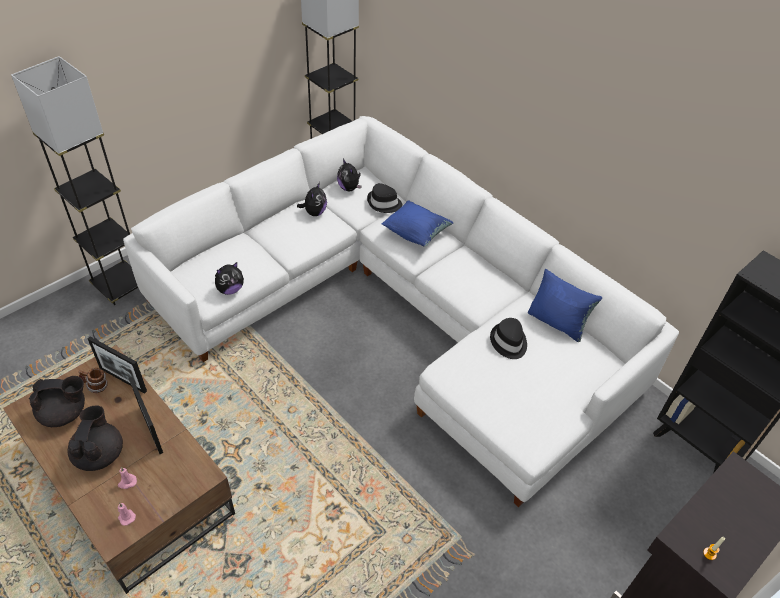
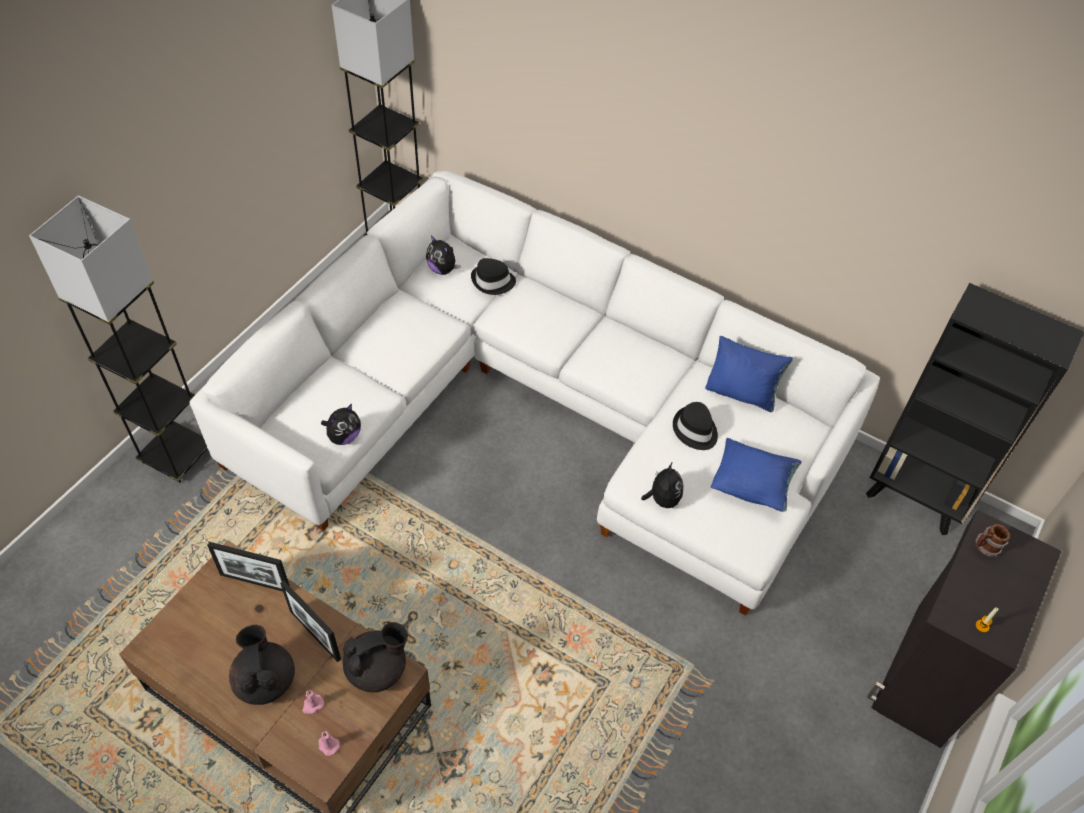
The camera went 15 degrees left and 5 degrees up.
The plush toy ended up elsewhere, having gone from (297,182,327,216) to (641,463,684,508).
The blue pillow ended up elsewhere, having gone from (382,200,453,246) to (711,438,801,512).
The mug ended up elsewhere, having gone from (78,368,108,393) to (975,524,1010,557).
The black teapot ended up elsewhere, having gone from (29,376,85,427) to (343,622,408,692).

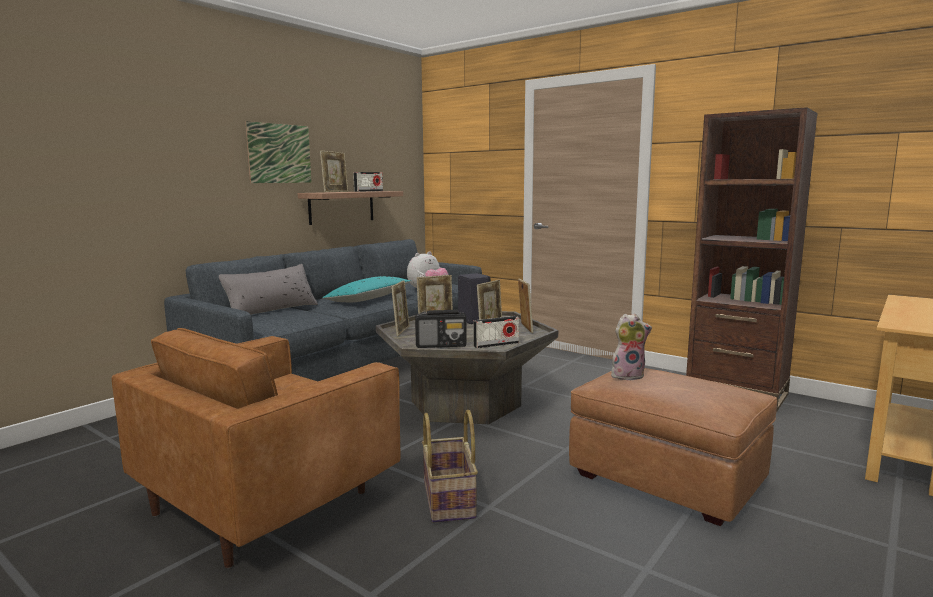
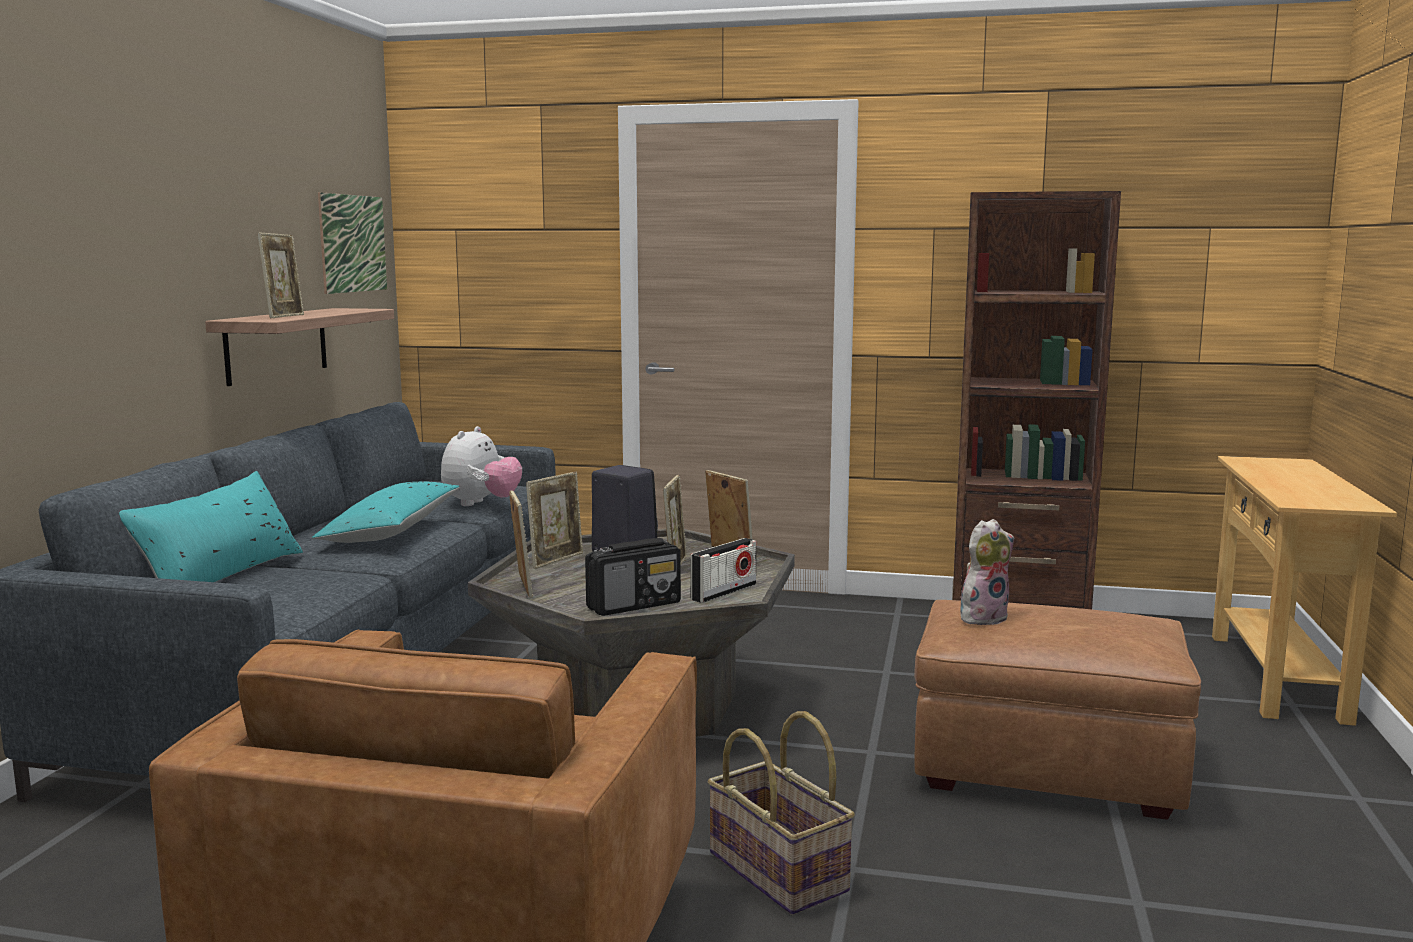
The camera went 25 degrees left and 0 degrees up.
The picture ended up elsewhere, having gone from (245,121,312,183) to (318,192,387,294).
The second view lost the radio at (353,172,383,192).
What was the grey pillow at (219,264,318,315) turned into the turquoise pillow at (119,471,303,582).

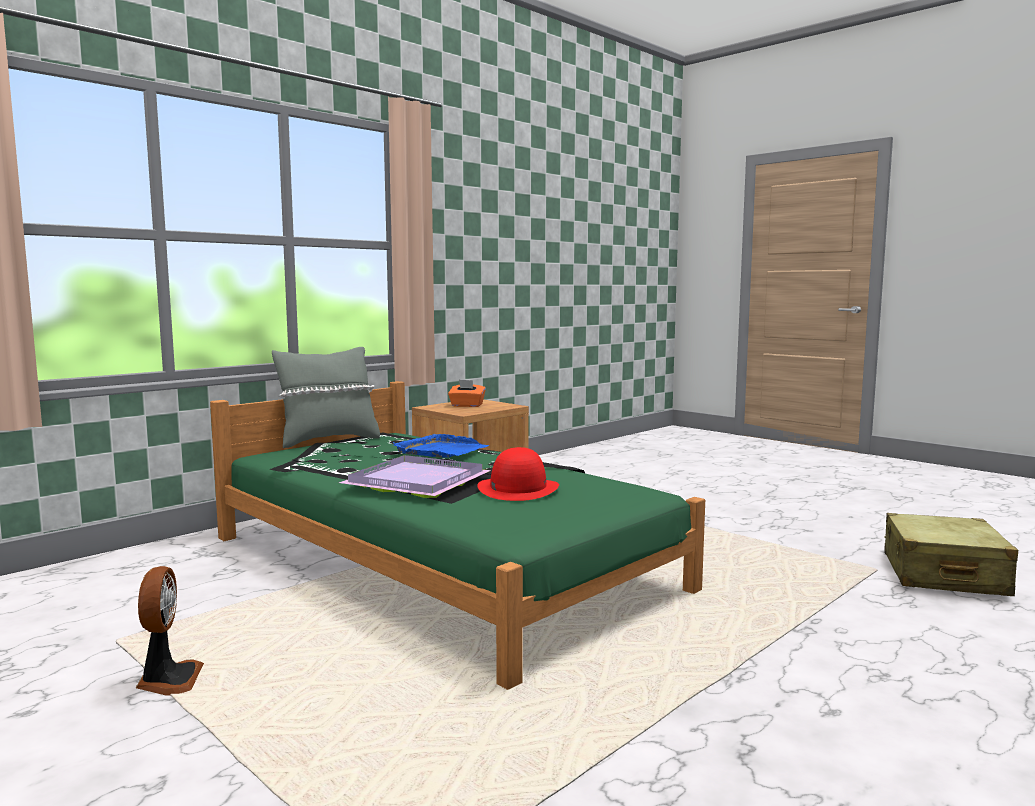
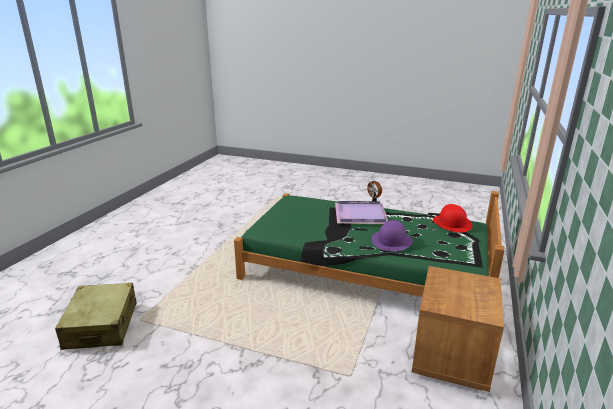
The camera went 155 degrees right and 15 degrees up.
The second view lost the grey pillow at (272,347,380,448).
The second view lost the orange tissue box at (448,380,486,407).
Where the blue tray stood at (393,434,489,458), the purple hat came to stand at (371,220,413,252).
The red hat ended up elsewhere, having gone from (477,447,559,501) to (433,204,473,232).

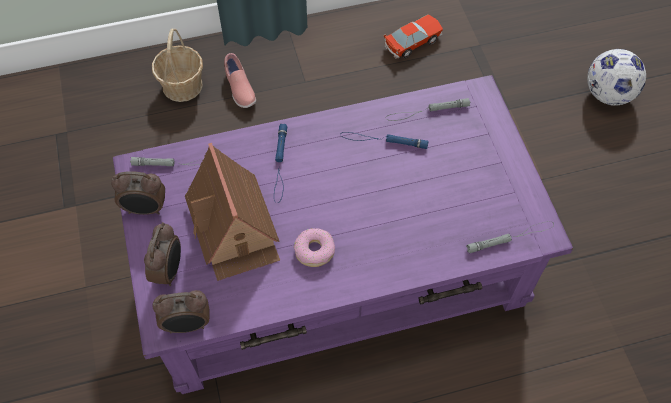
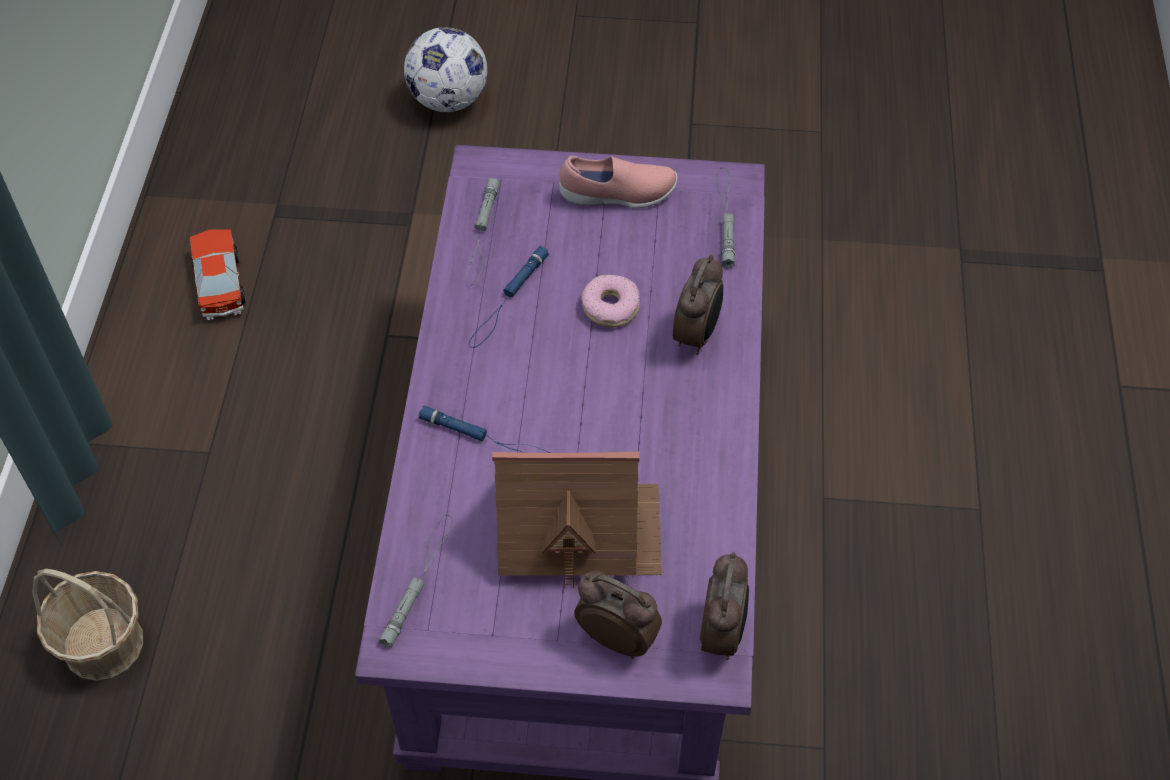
The camera went 70 degrees left and 5 degrees down.
The pink shoe ended up elsewhere, having gone from (224,53,256,108) to (559,156,677,208).
The alarm clock ended up elsewhere, having gone from (111,172,165,215) to (673,255,724,355).
The donut ended up elsewhere, having gone from (294,228,335,267) to (582,274,640,327).

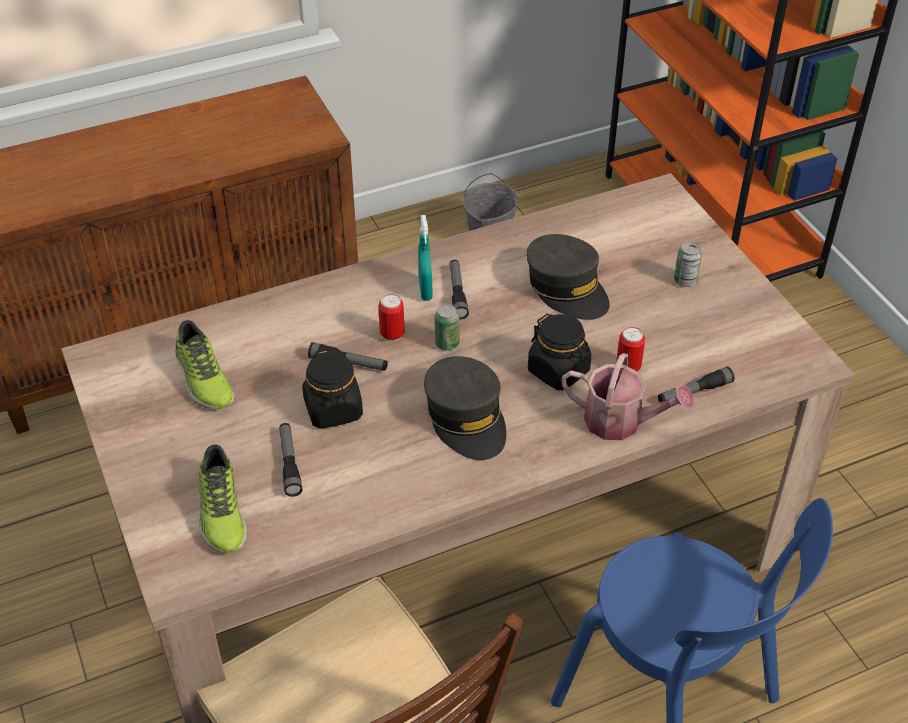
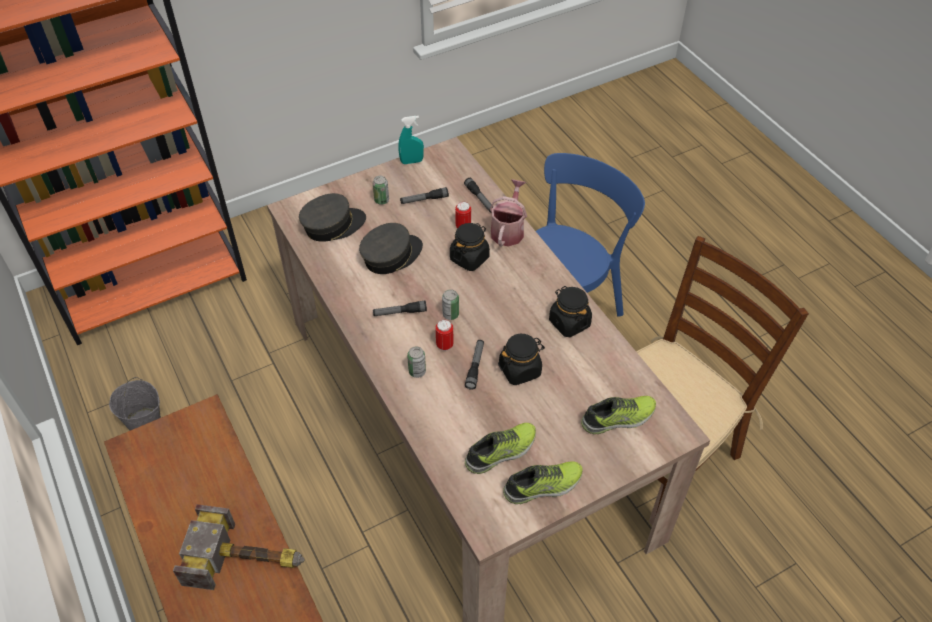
The camera went 95 degrees left and 5 degrees up.
The turquoise spray bottle ended up elsewhere, having gone from (418,215,433,301) to (398,116,424,164).
The grey cap ended up elsewhere, having gone from (424,356,506,460) to (299,193,366,242).
The flashlight ended up elsewhere, having gone from (279,423,302,497) to (400,187,449,204).
The second view gained the black jar at (549,286,592,337).
The second view gained the can at (407,346,426,378).
The second view gained the shoe at (503,461,583,504).
The second view gained the hammer at (173,504,305,590).

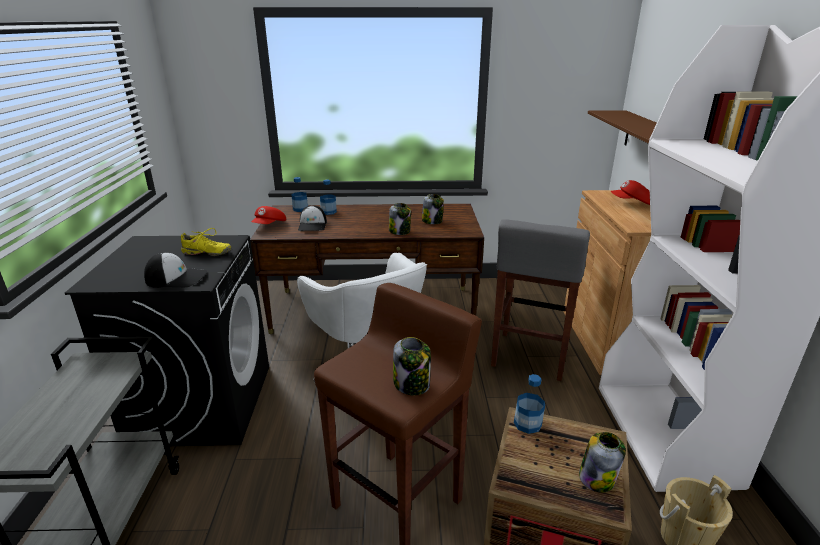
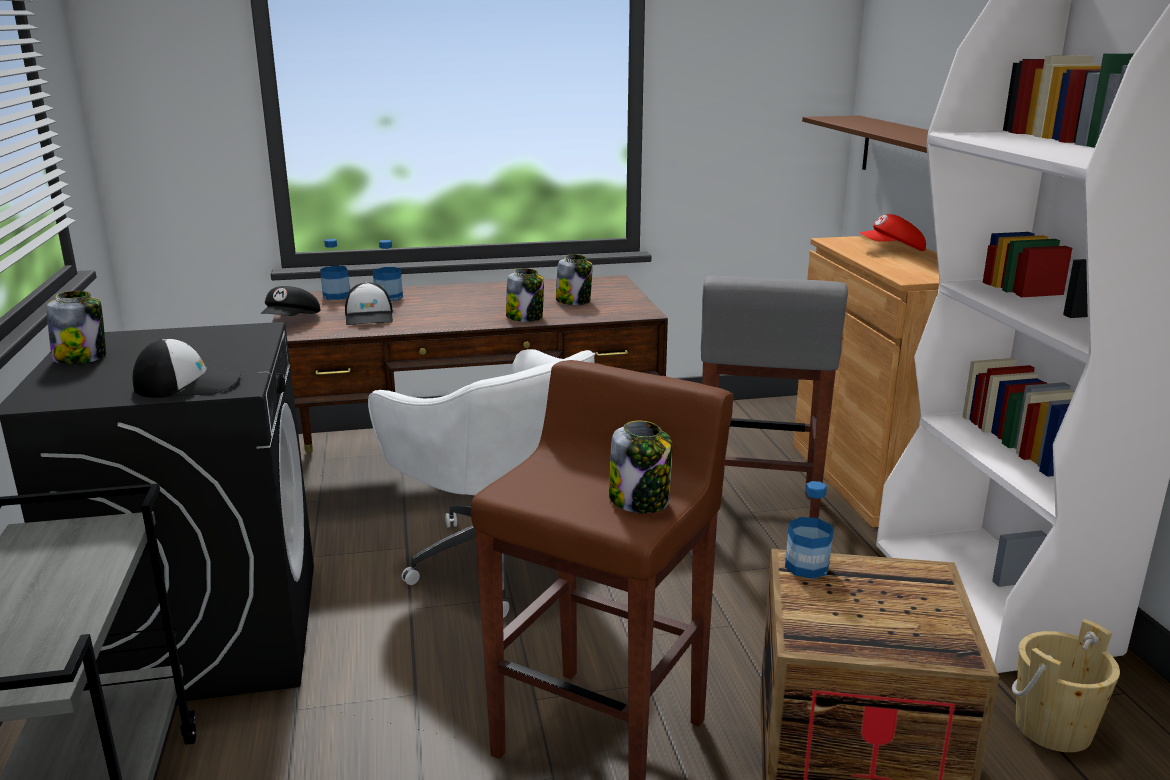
The camera went 10 degrees left and 5 degrees down.
What was the red cap at (251,206,286,224) turned into the black cap at (261,286,321,316).
The second view lost the yellow shoe at (181,228,232,256).
The jar ended up elsewhere, having gone from (579,432,626,493) to (47,291,106,364).

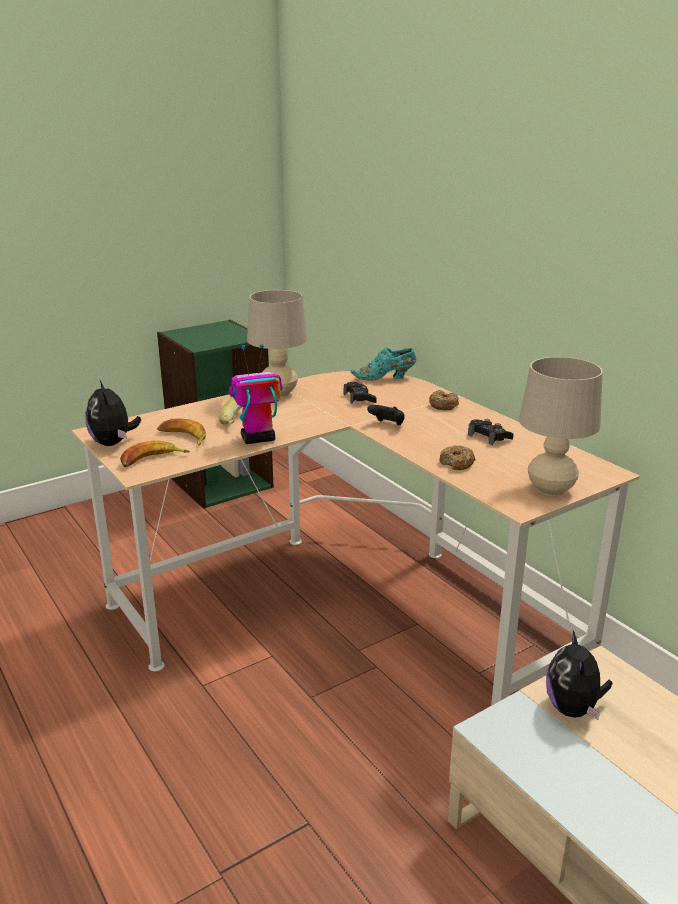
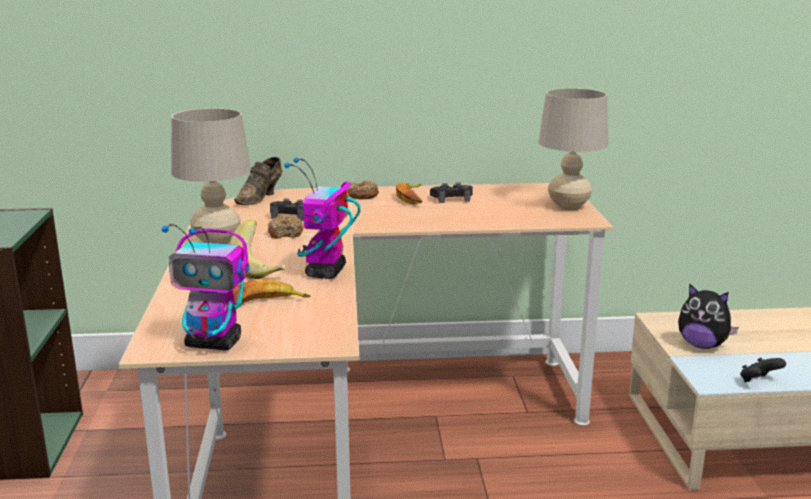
The camera went 60 degrees left and 5 degrees down.
What was the turquoise shoe at (350,347,416,381) turned into the brown shoe at (234,157,282,205).
Where the plush toy stood at (86,379,141,446), the toy robot came to stand at (162,224,249,350).
The black game controller ended up elsewhere, having gone from (367,405,405,425) to (740,358,786,382).
The banana ended up elsewhere, having gone from (120,440,190,467) to (396,183,422,205).
The donut ended up elsewhere, having gone from (439,445,476,470) to (268,216,304,239).

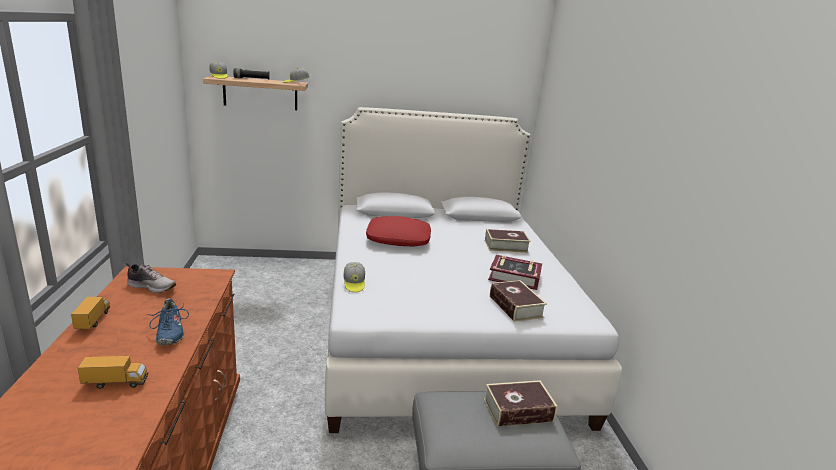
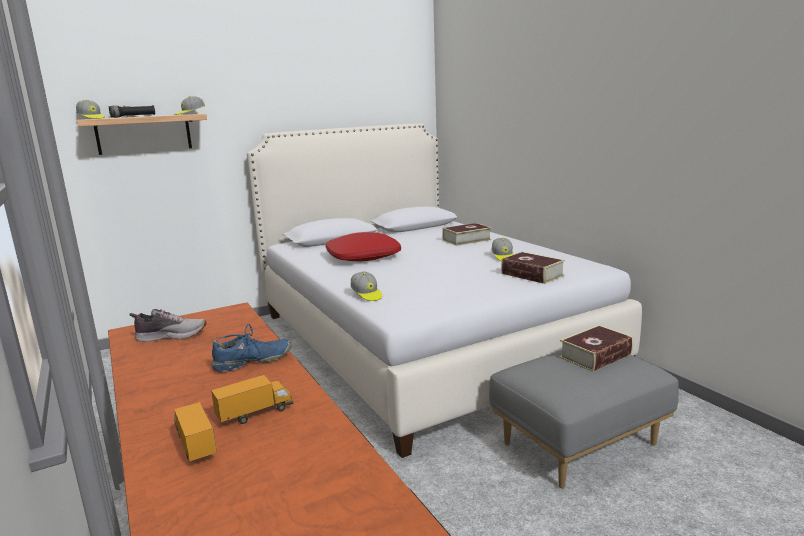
The camera went 20 degrees left and 5 degrees down.
Where the book stood at (488,255,542,290), the cap came to stand at (492,238,513,261).
The toy truck ended up elsewhere, having gone from (71,297,110,329) to (174,402,217,462).
The blue shoe at (148,298,189,345) ended up facing another way, 75 degrees counterclockwise from before.

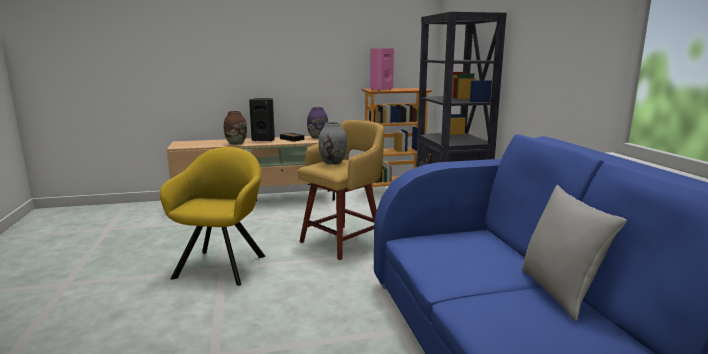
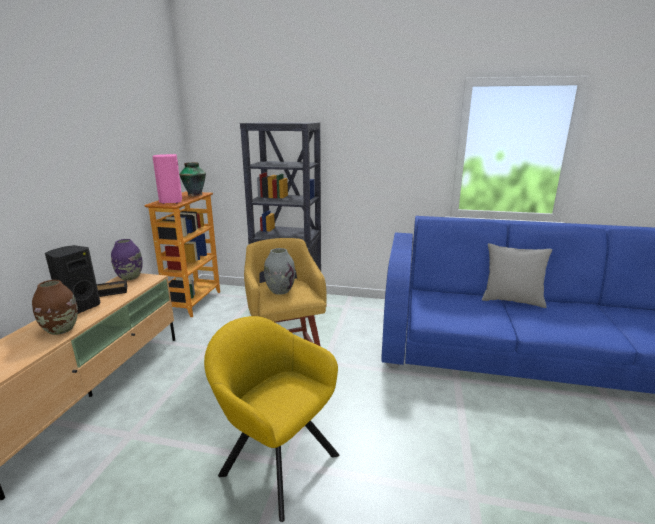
The camera went 65 degrees left and 5 degrees up.
The second view gained the vase at (179,162,206,196).

